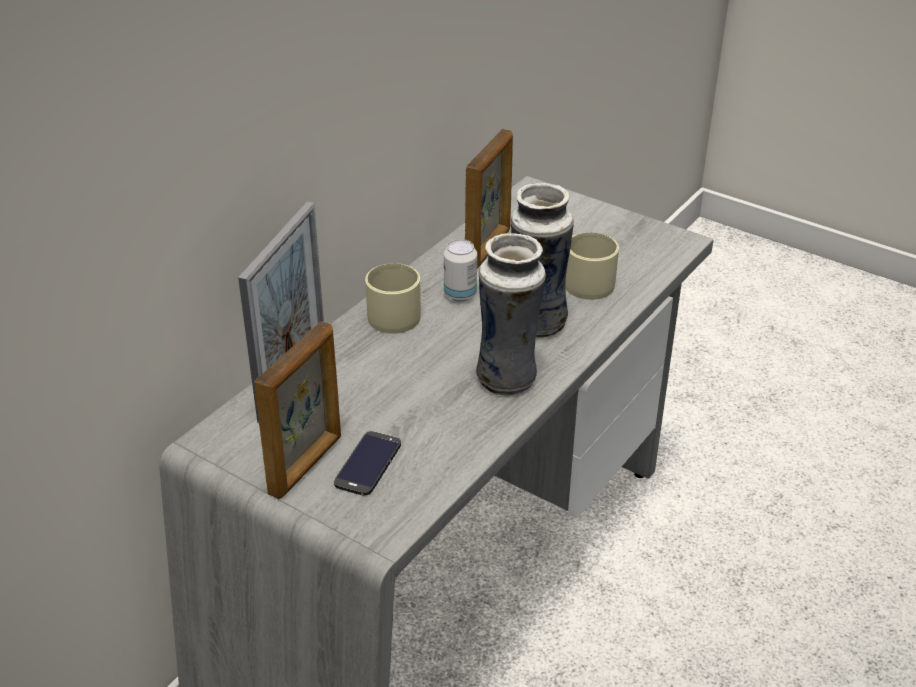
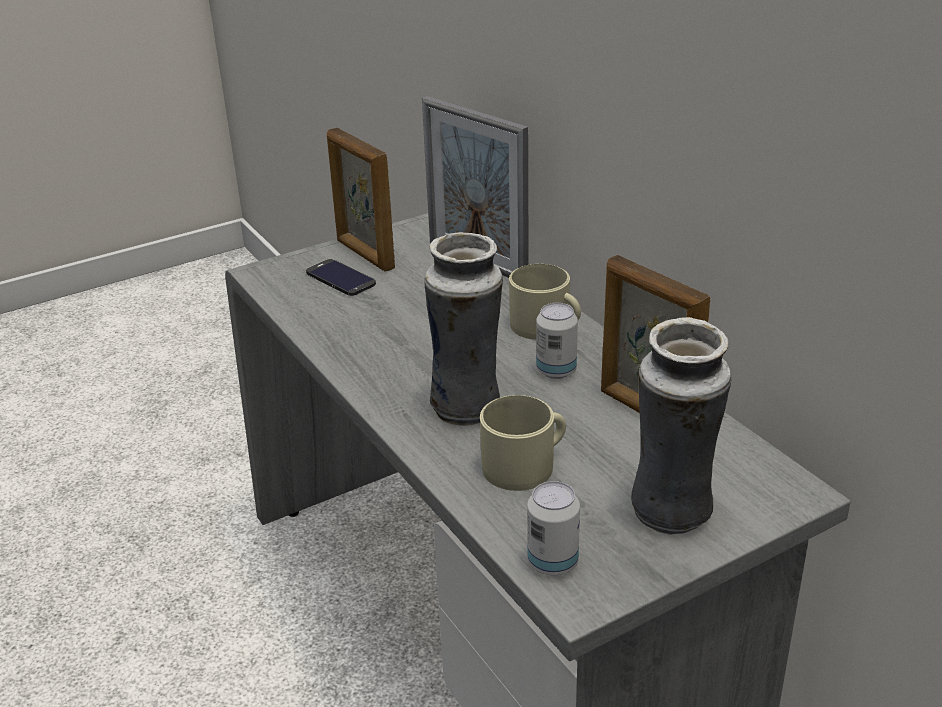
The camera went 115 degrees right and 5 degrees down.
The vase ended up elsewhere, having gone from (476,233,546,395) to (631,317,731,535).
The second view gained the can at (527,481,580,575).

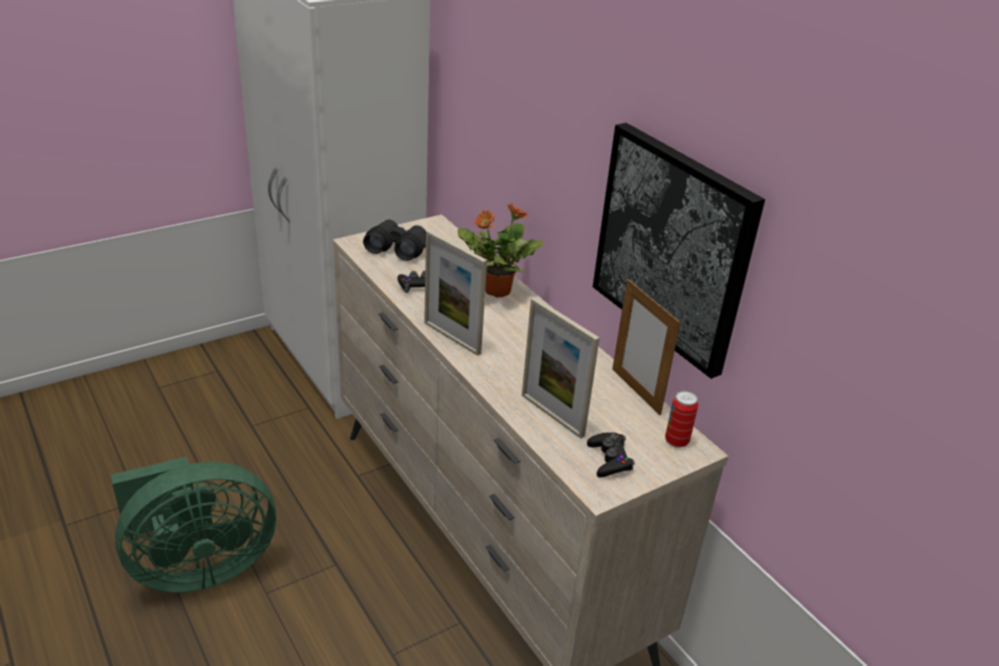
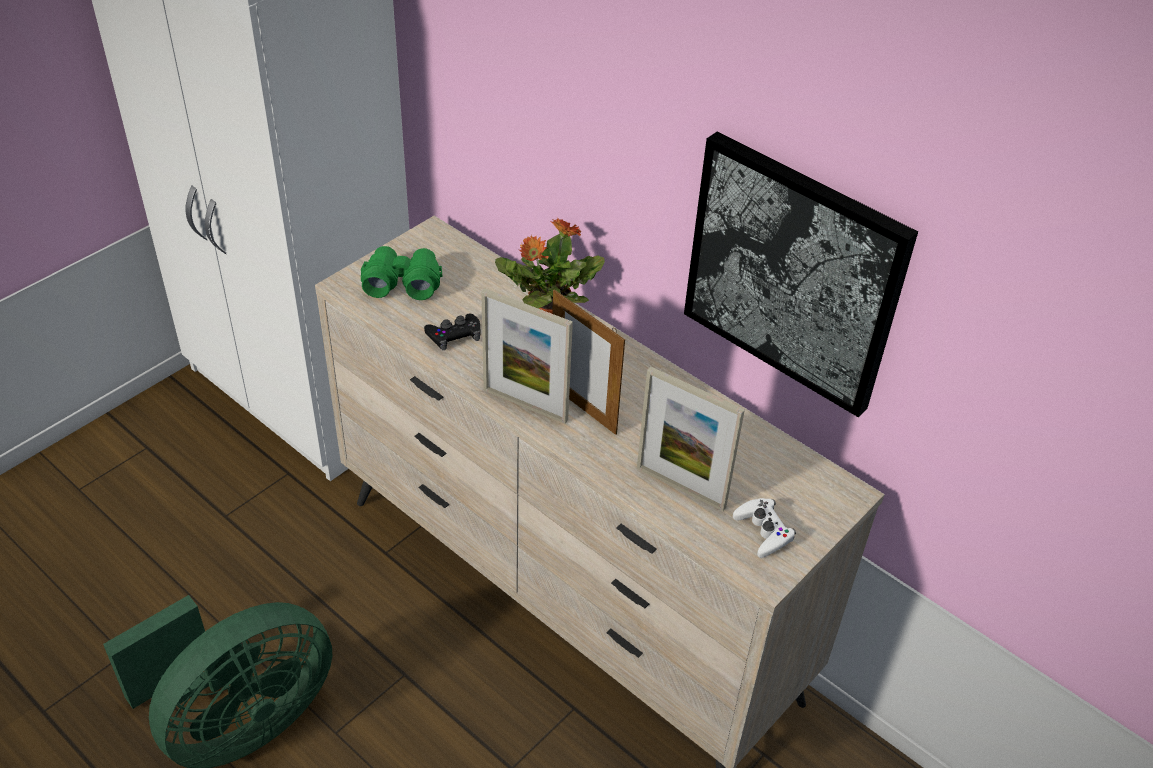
The camera went 15 degrees left and 10 degrees up.
What was the black binoculars at (363,219,426,261) turned into the green binoculars at (361,246,442,300).
The picture frame ended up elsewhere, having gone from (612,279,680,415) to (552,289,625,435).
The second view lost the can at (665,391,698,448).
What was the black game controller at (587,432,635,478) turned into the white game controller at (733,498,796,558).

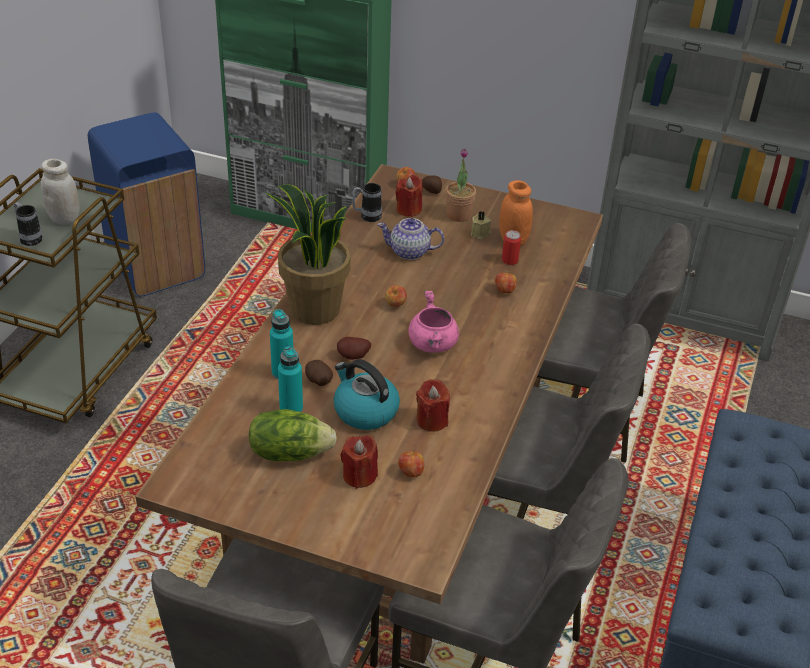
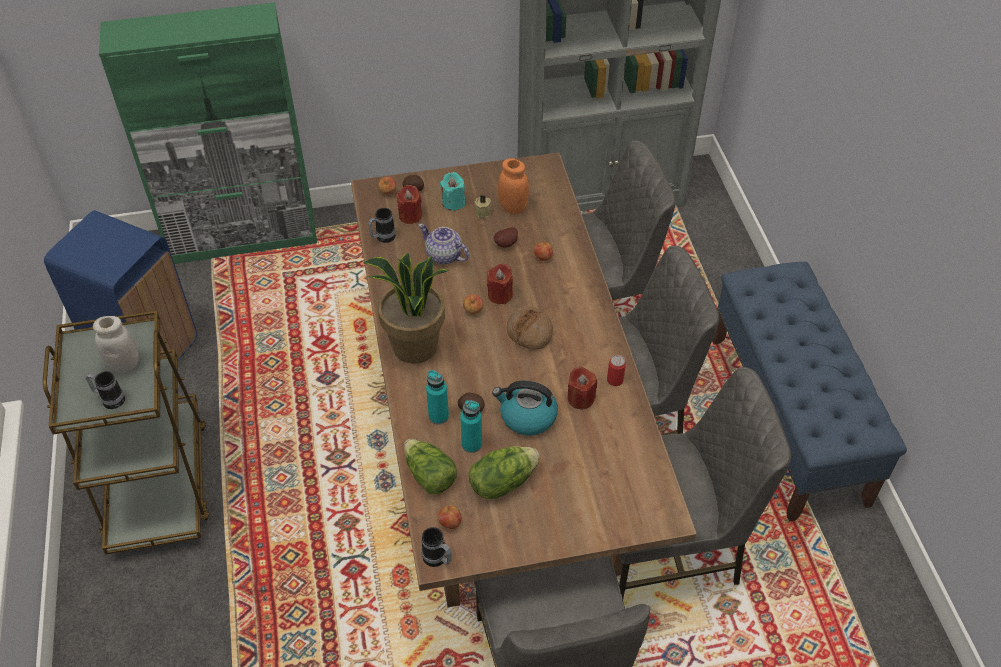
The camera went 30 degrees left and 10 degrees up.
Where the potted plant stood at (446,148,476,222), the turquoise candle came to stand at (440,172,465,211).
The teapot at (377,218,444,260) ended up facing another way, 60 degrees clockwise from before.
The can ended up elsewhere, having gone from (502,230,521,265) to (607,355,626,386).
Where the pink cooking pot stood at (408,290,459,353), the bread came to stand at (507,306,553,350).
The potato ended up elsewhere, having gone from (337,337,371,360) to (494,227,518,248).
The red candle ended up elsewhere, having gone from (340,435,378,489) to (487,264,513,304).
The apple ended up elsewhere, having gone from (398,451,425,477) to (437,505,462,529).
The second view gained the lettuce at (404,439,457,495).
The second view gained the mug at (422,527,451,567).

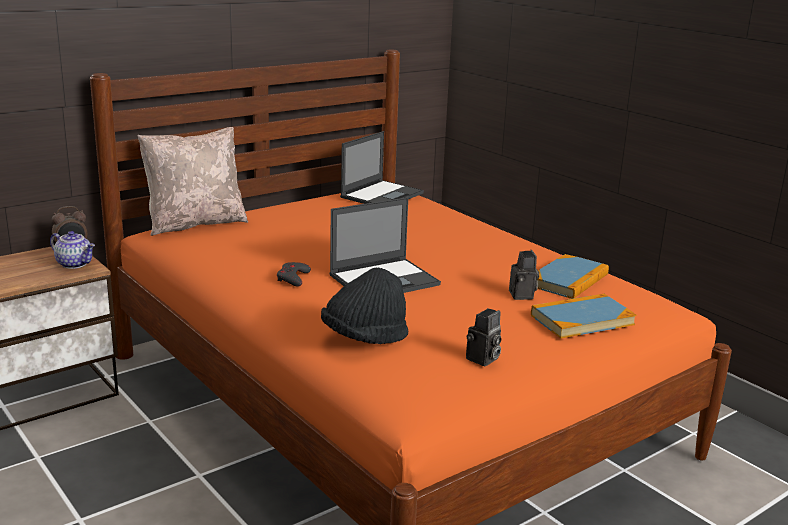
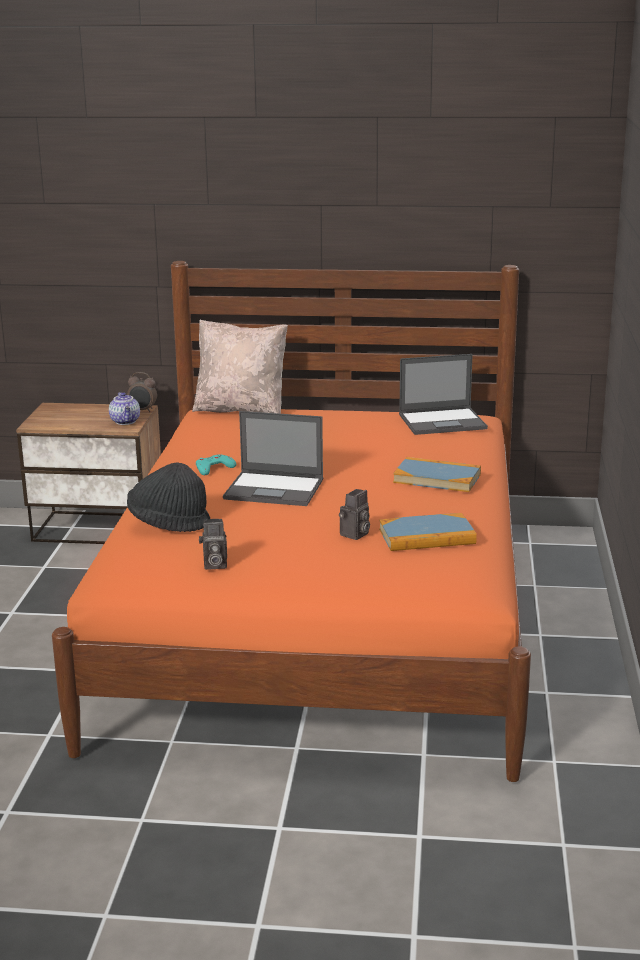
The camera went 45 degrees right and 0 degrees up.
What was the grey game controller at (277,262,311,287) turned into the turquoise game controller at (196,454,236,475).
The book ended up elsewhere, having gone from (531,294,636,338) to (393,457,481,492).

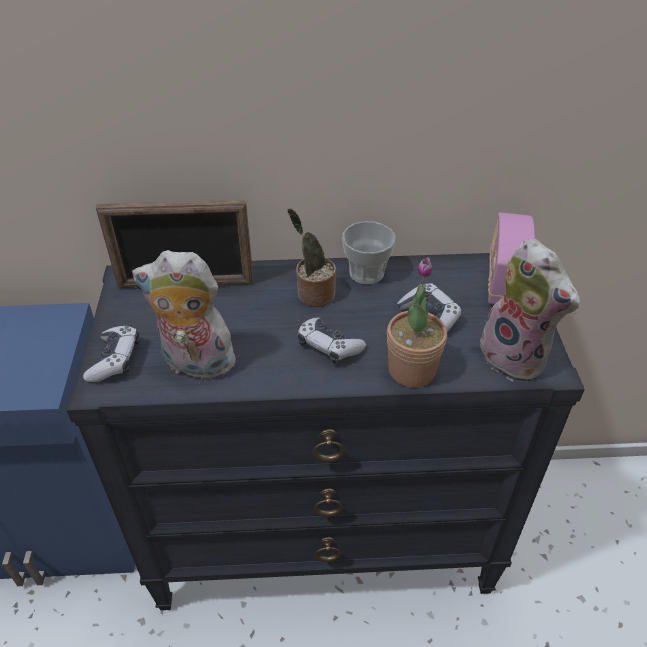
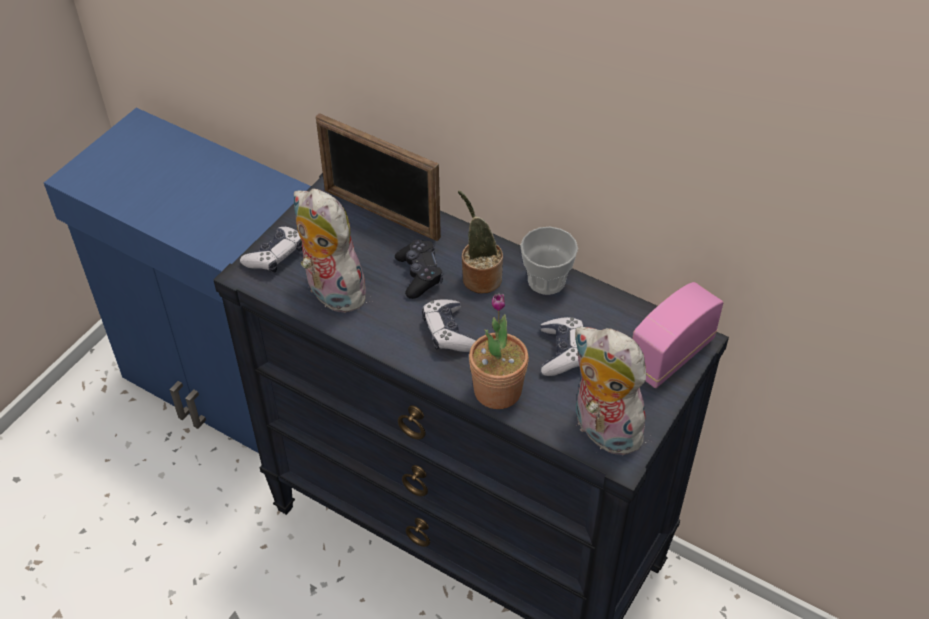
The camera went 35 degrees right and 5 degrees up.
The plush toy at (477,239,580,382) ended up facing another way, 135 degrees clockwise from before.
The second view gained the black game controller at (395,239,443,299).

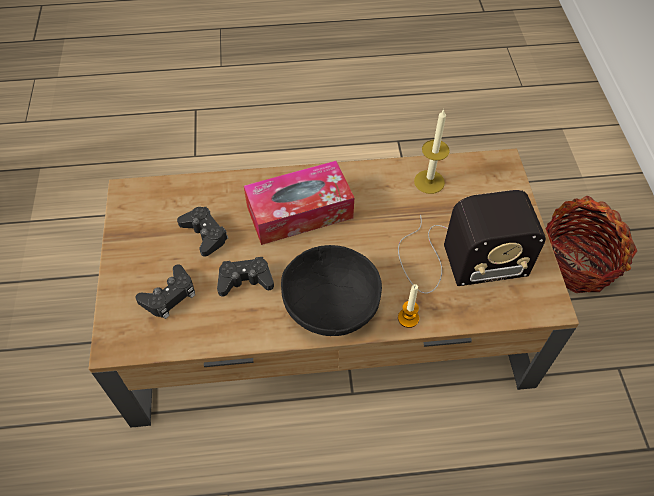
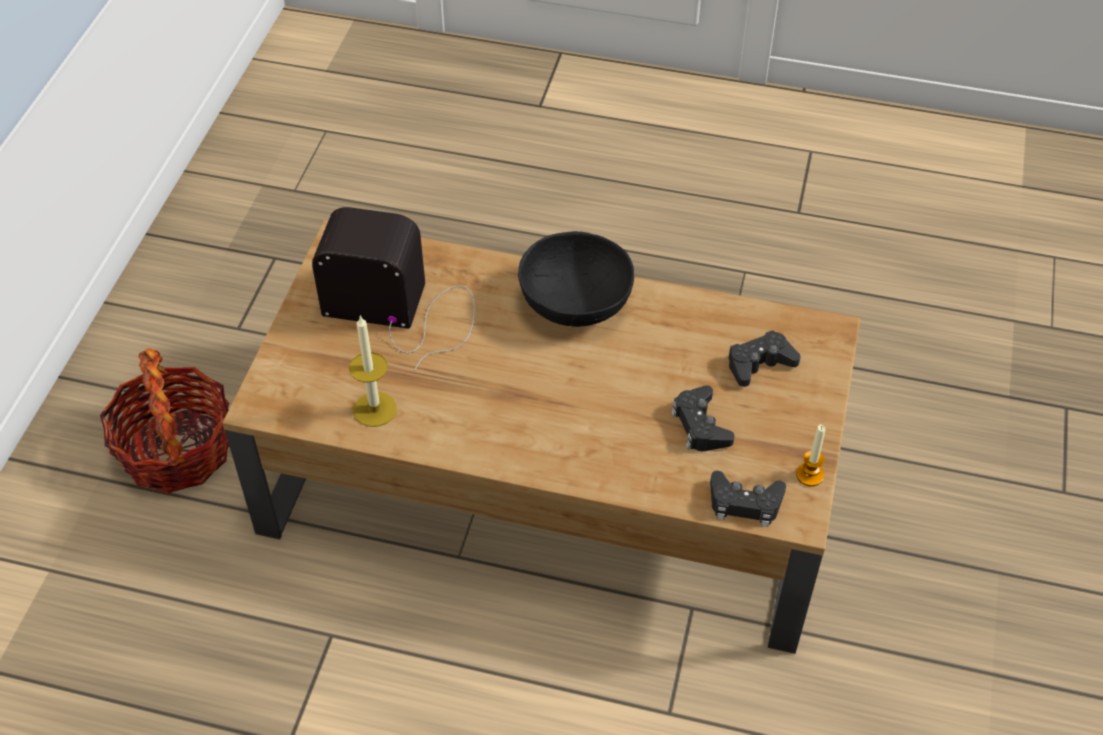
The camera went 160 degrees left and 5 degrees down.
The second view lost the tissue box at (244,161,354,245).
The black game controller ended up elsewhere, having gone from (217,257,274,297) to (710,471,786,527).
The candle ended up elsewhere, having gone from (398,284,419,328) to (796,425,825,486).

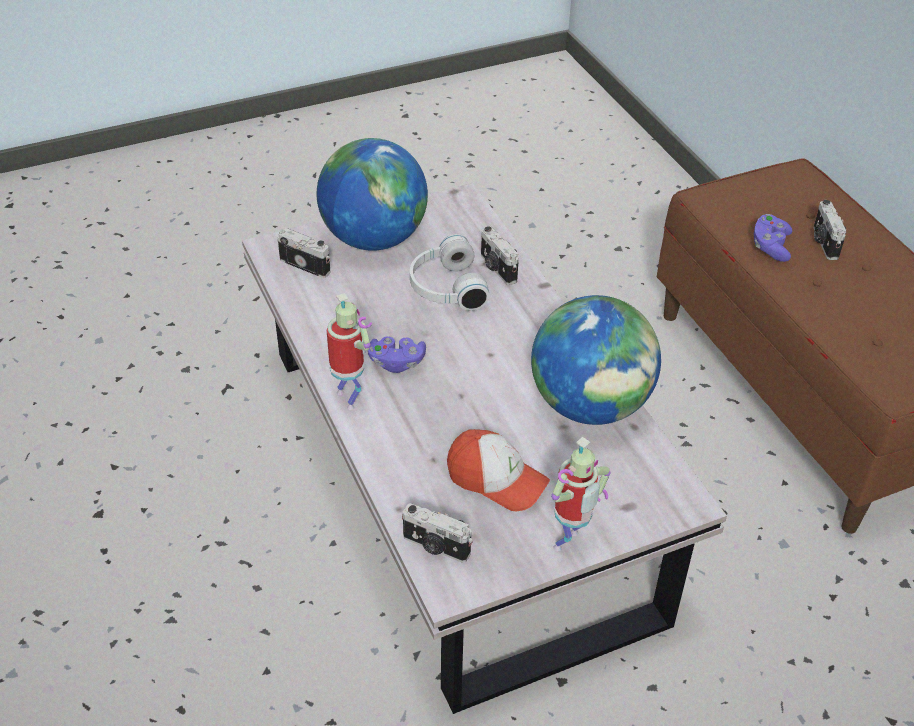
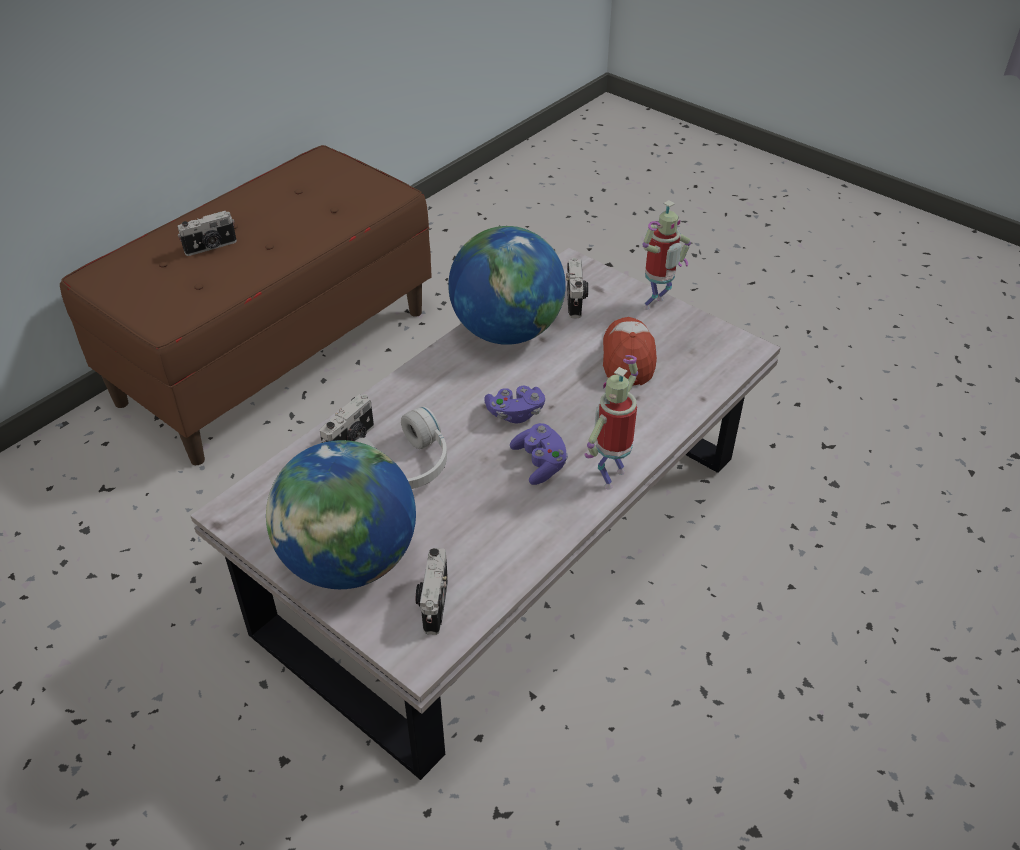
The camera went 115 degrees left and 0 degrees up.
The purple game controller ended up elsewhere, having gone from (754,214,792,262) to (484,386,545,424).
The toy robot at (551,437,611,551) ended up facing another way, 120 degrees clockwise from before.
The photo camera ended up elsewhere, having gone from (402,503,473,563) to (566,258,588,318).

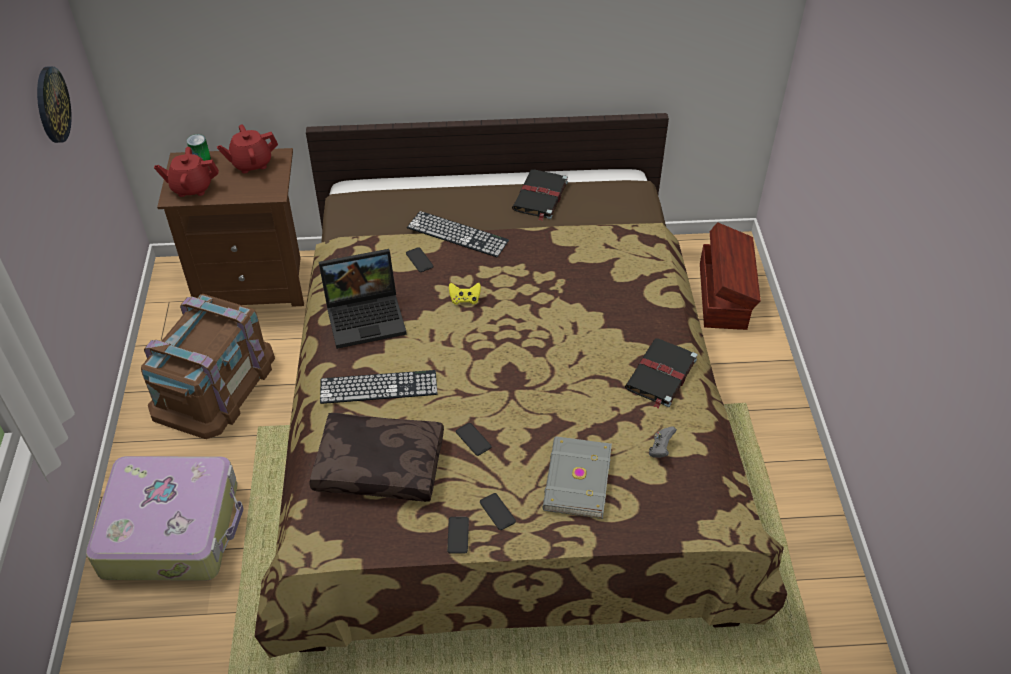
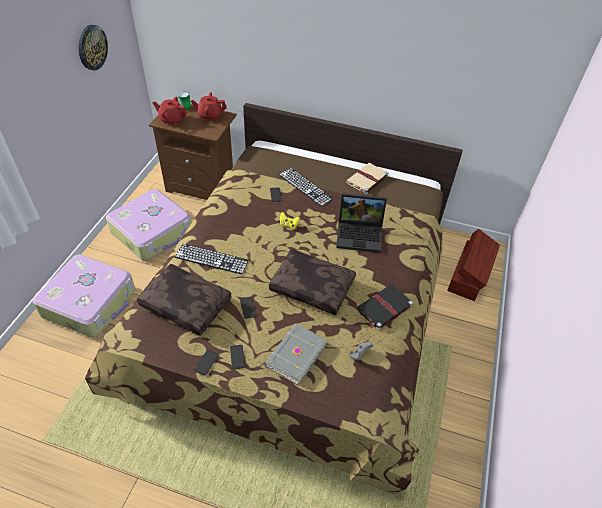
The camera went 20 degrees right and 0 degrees up.
What was the black book at (512,169,568,221) turned into the beige book at (346,163,388,194).
The laptop ended up elsewhere, having gone from (319,249,407,349) to (336,193,387,253).
Where the brown storage box stood at (141,294,275,439), the suitcase came to stand at (106,189,192,261).
The second view gained the brown pillow at (269,249,356,315).

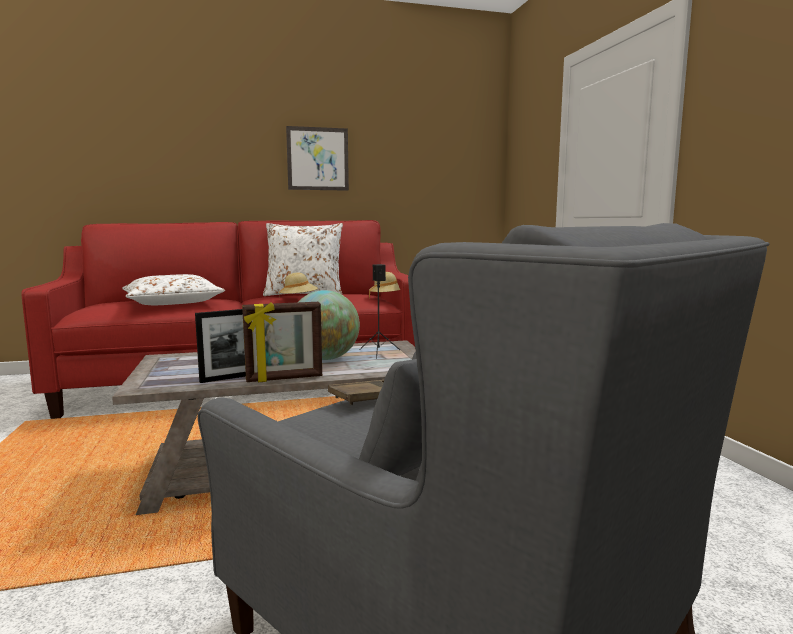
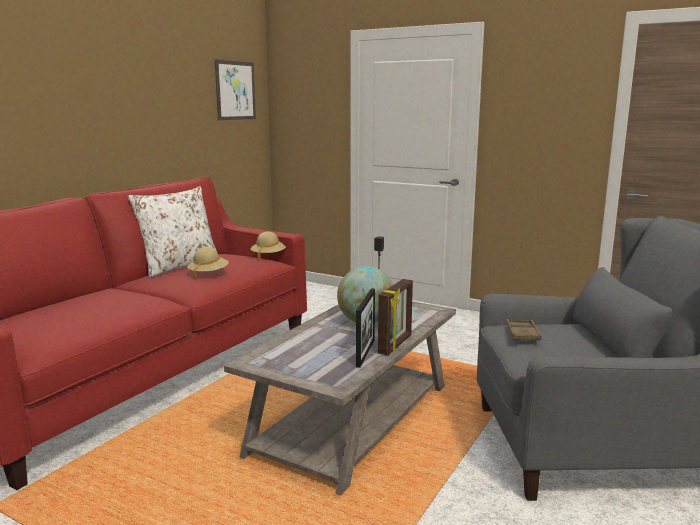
The camera went 45 degrees left and 5 degrees up.
The picture ended up elsewhere, having gone from (286,126,349,191) to (215,59,256,120).
The second view lost the white pillow at (122,274,225,305).

